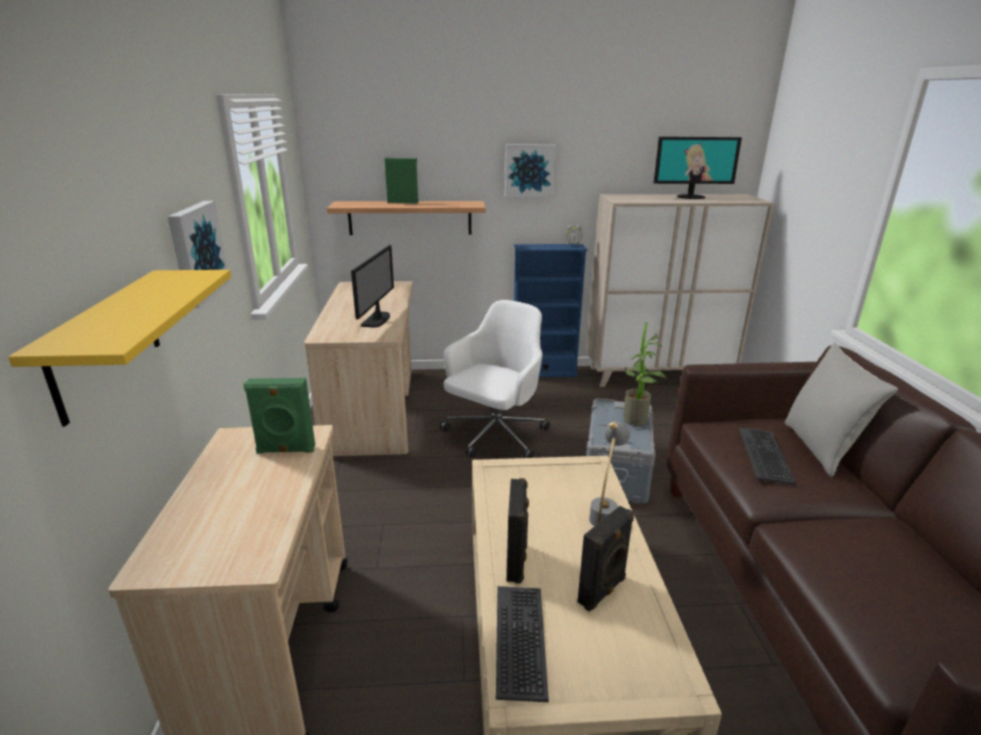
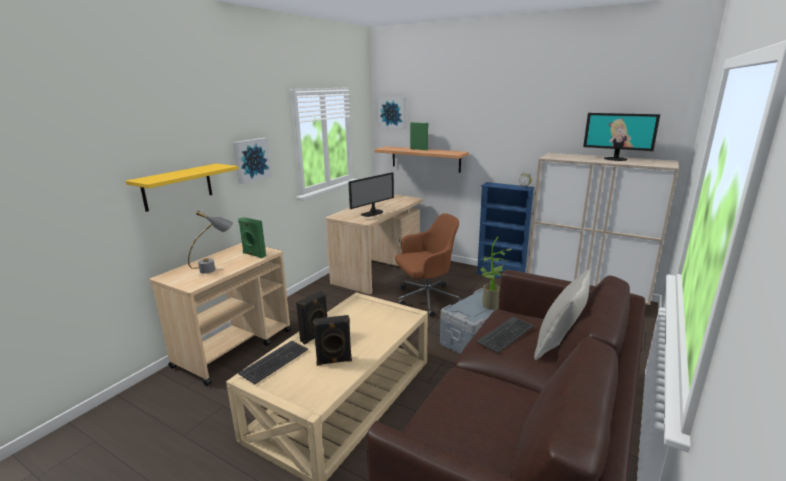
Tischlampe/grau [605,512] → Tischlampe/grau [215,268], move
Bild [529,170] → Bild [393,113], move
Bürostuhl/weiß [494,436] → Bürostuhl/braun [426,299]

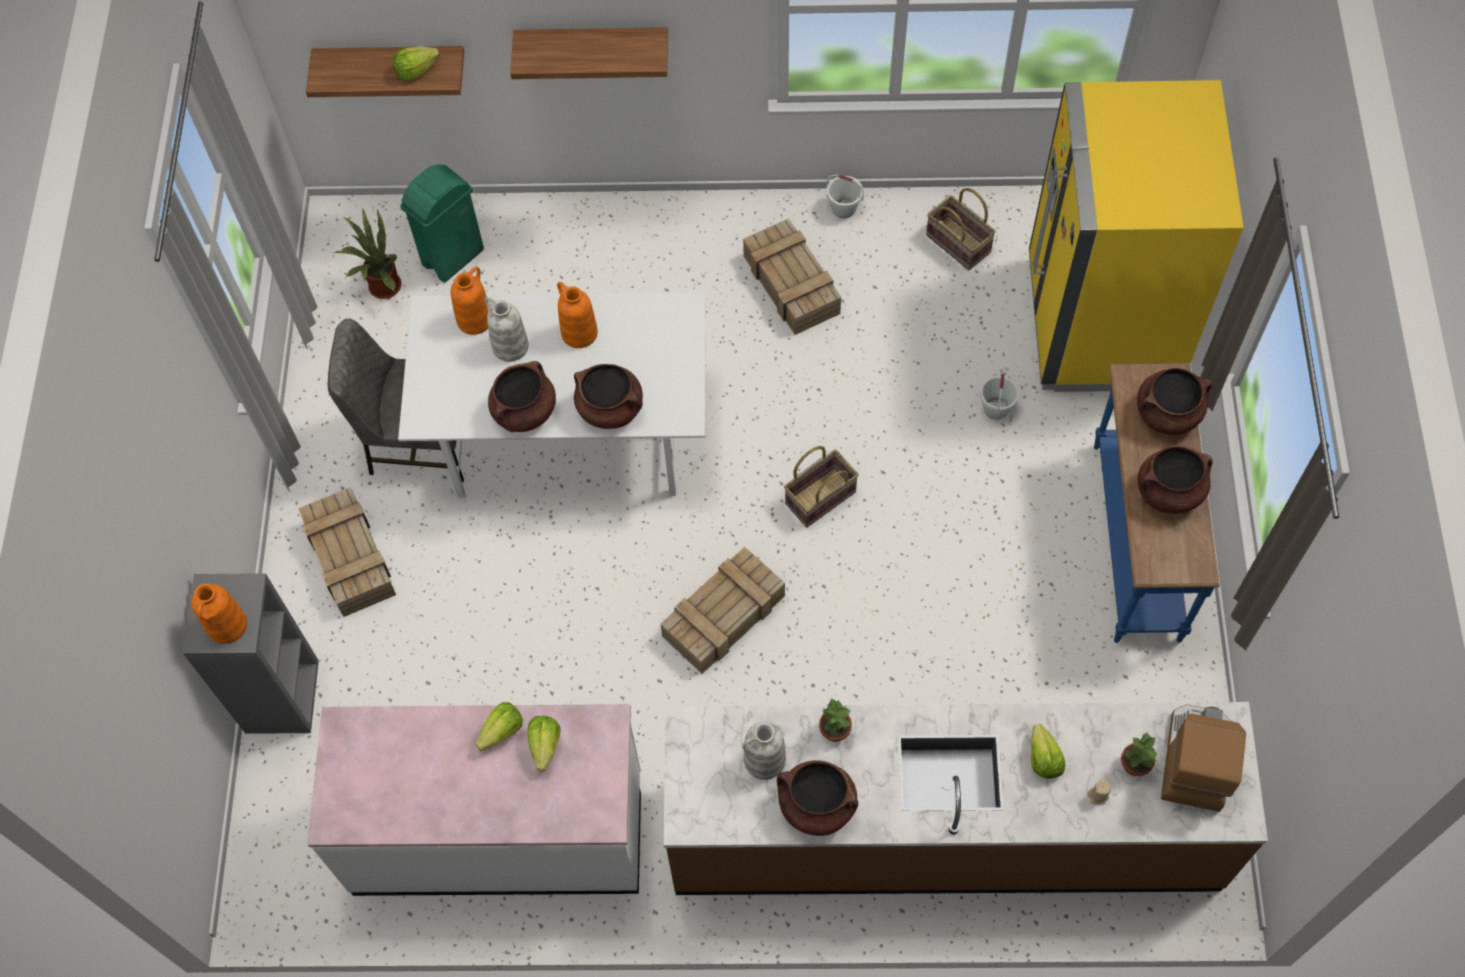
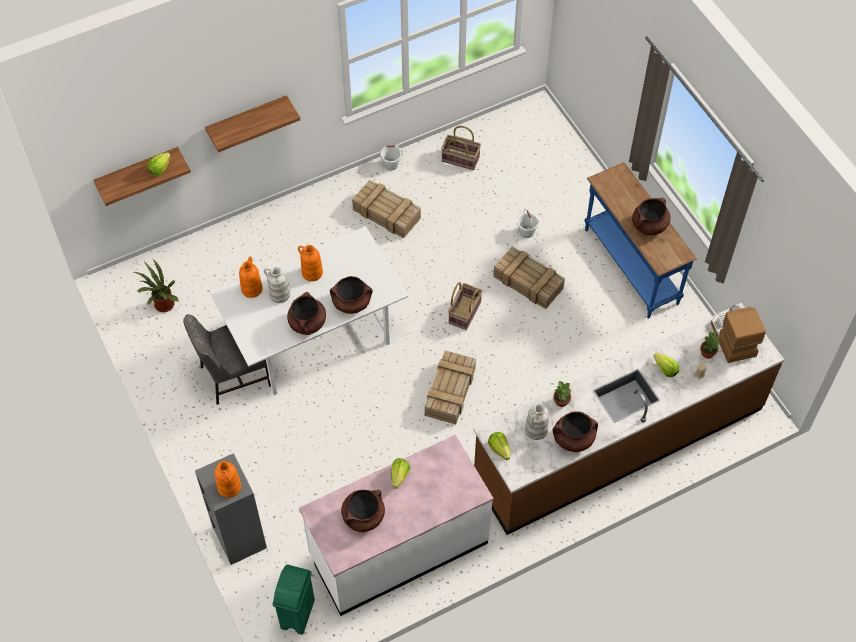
Mülleimer/grün [452,257] → Mülleimer/grün [297,614], move
Kochtopf/braun [1167,413] → Kochtopf/braun [363,516], move
Salatkopf [545,745] → Salatkopf [499,449], move
Kiste [351,559] → Kiste [529,282], move
Kühlschrank/gelb [1101,323] → -

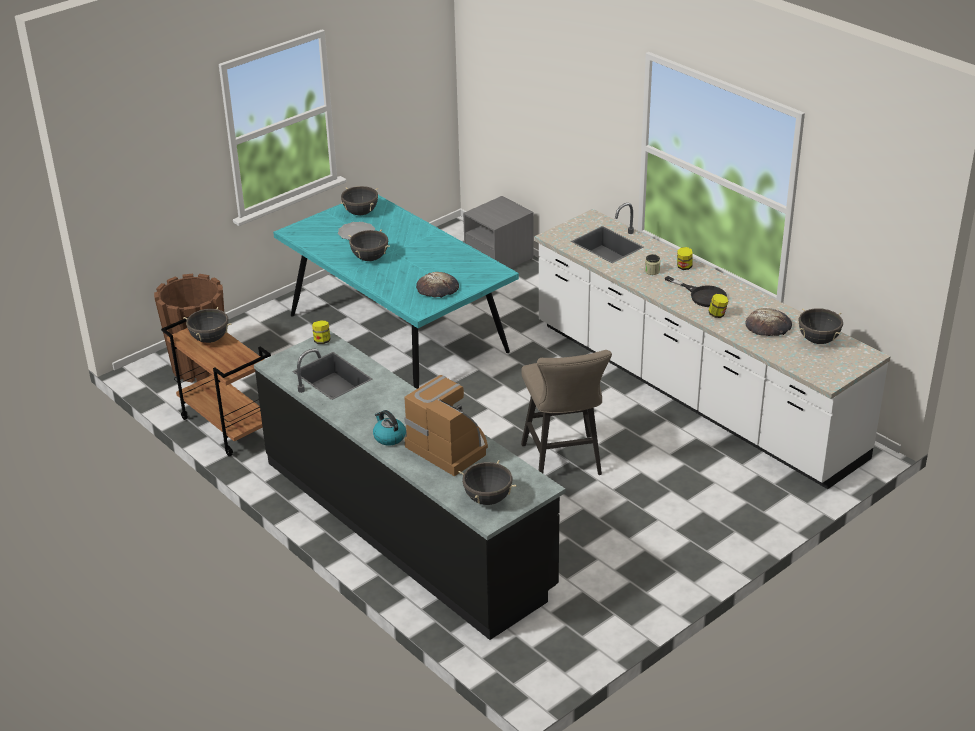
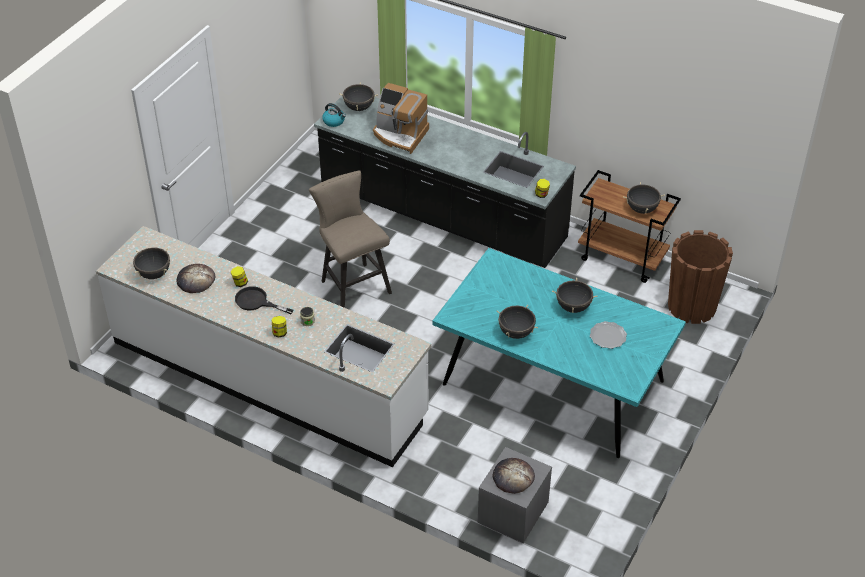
Wasserkessel [389,437] → Wasserkessel [334,121], move
Brot [438,288] → Brot [513,477], move
Kochtopf/schwarz [360,213] → Kochtopf/schwarz [516,332], move

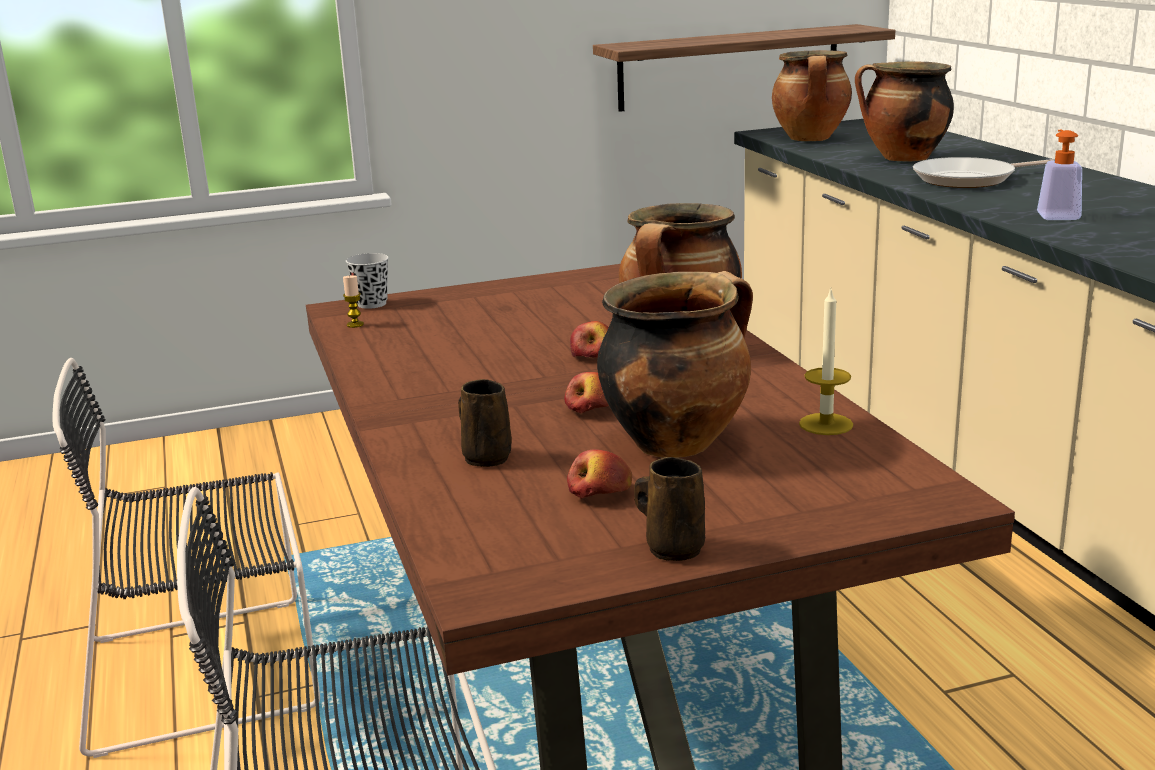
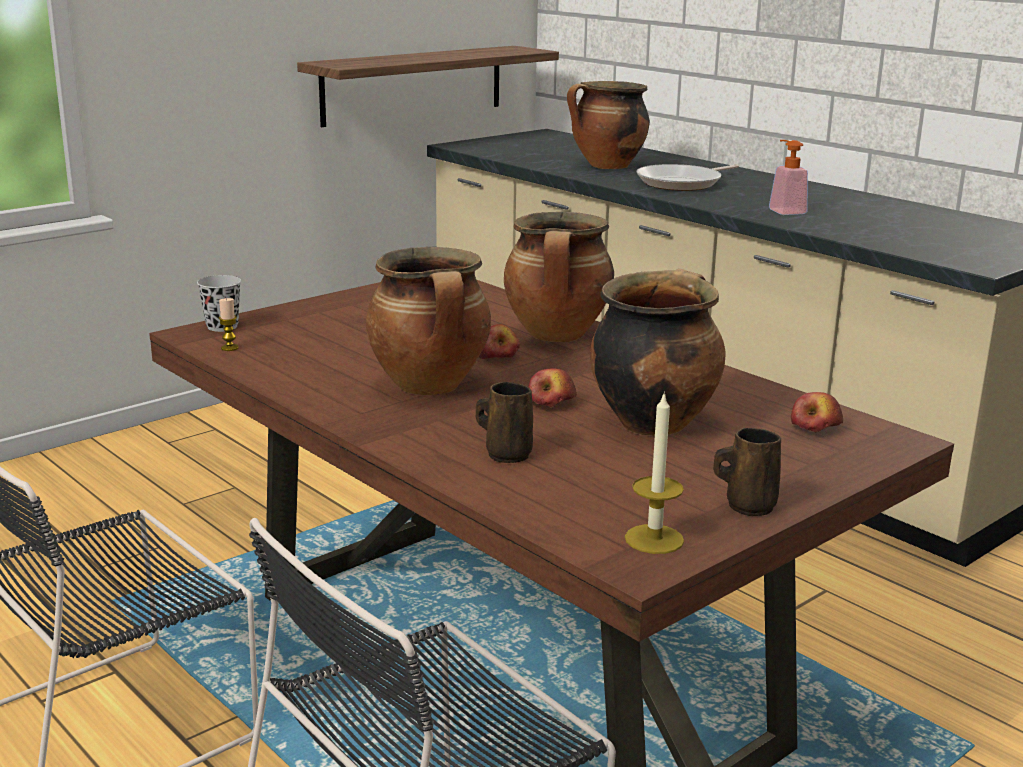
Kochtopf [811,139] → Kochtopf [431,387], move
Kerze [826,424] → Kerze [654,539], move
Apfel [600,493] → Apfel [816,428], move

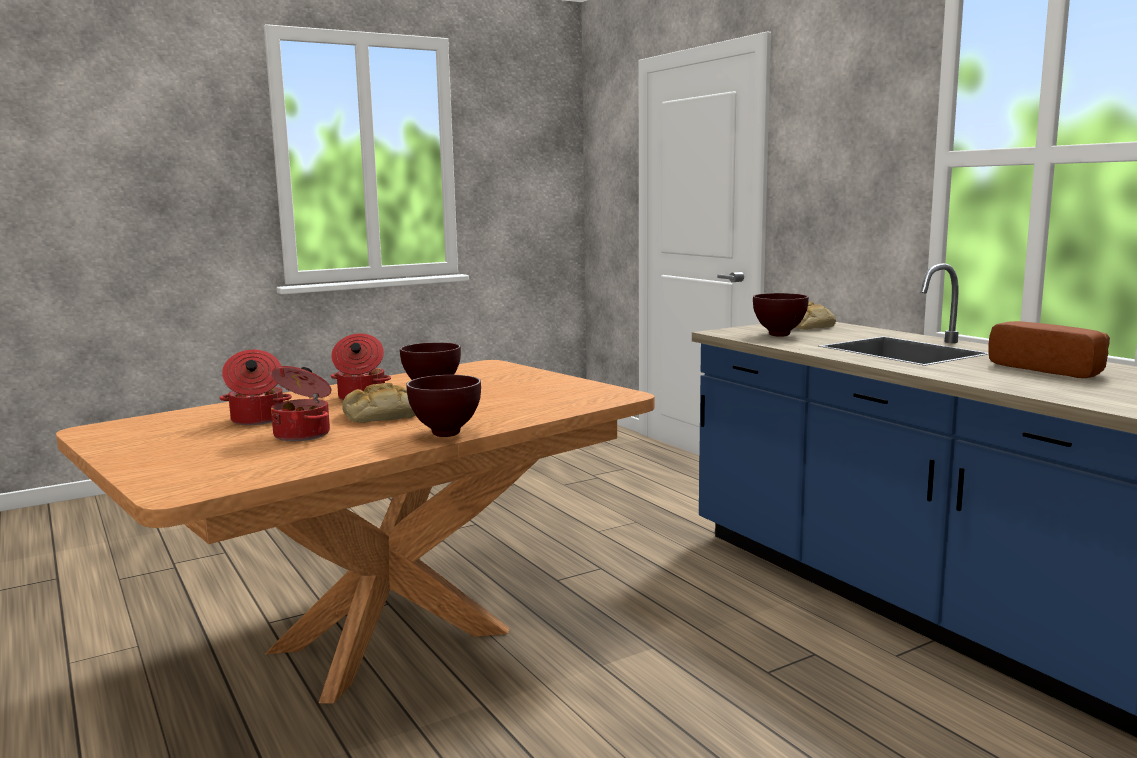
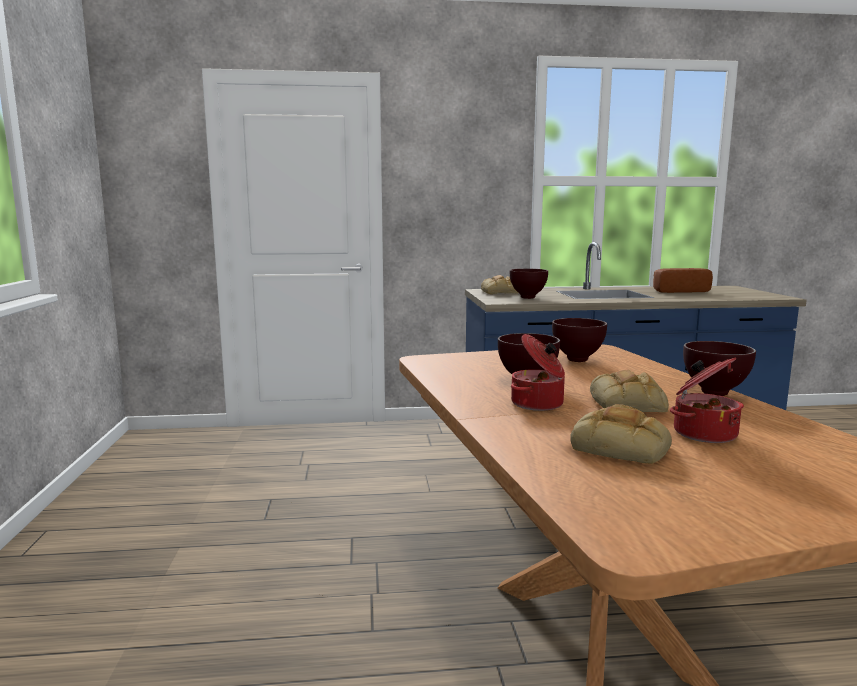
- → Schüssel/braun [577,360]
Kochtopf [257,420] → Brot [622,447]

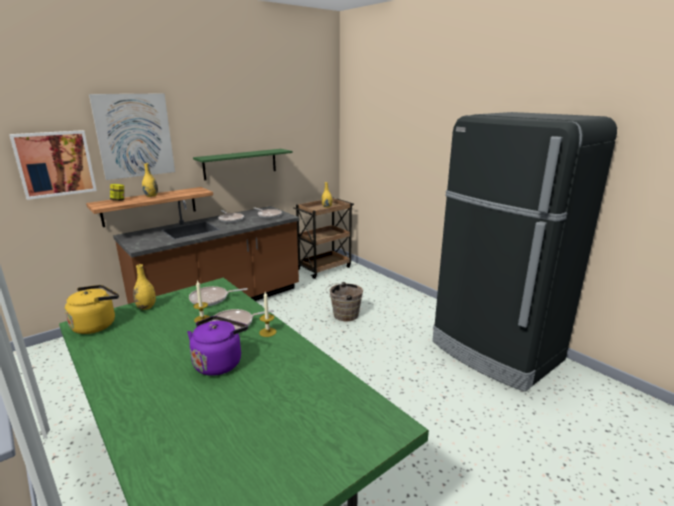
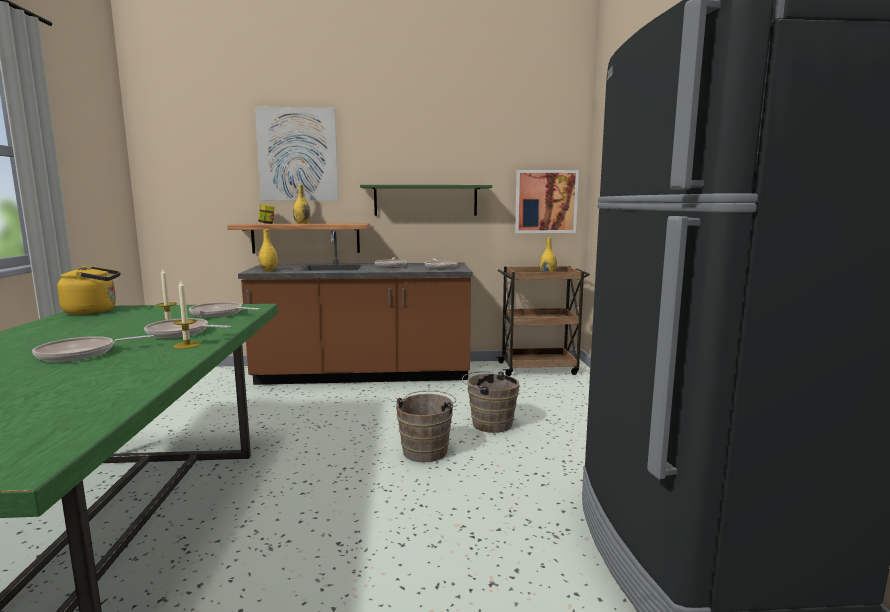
Wasserkessel/lila [219,362] → Pfanne [81,354]
Vase/gelb [146,307] → Vase/gelb [268,270], move
- → Eimer/braun [426,450]
Bild [55,164] → Bild [545,201], move

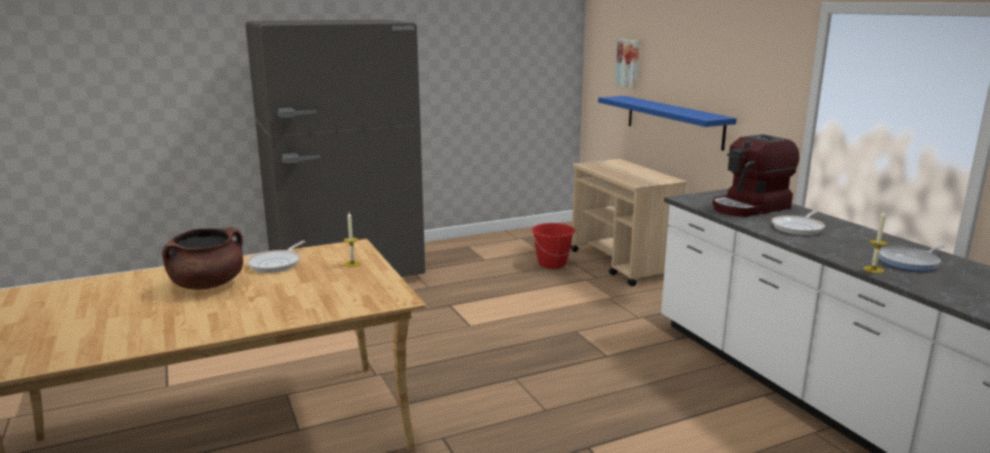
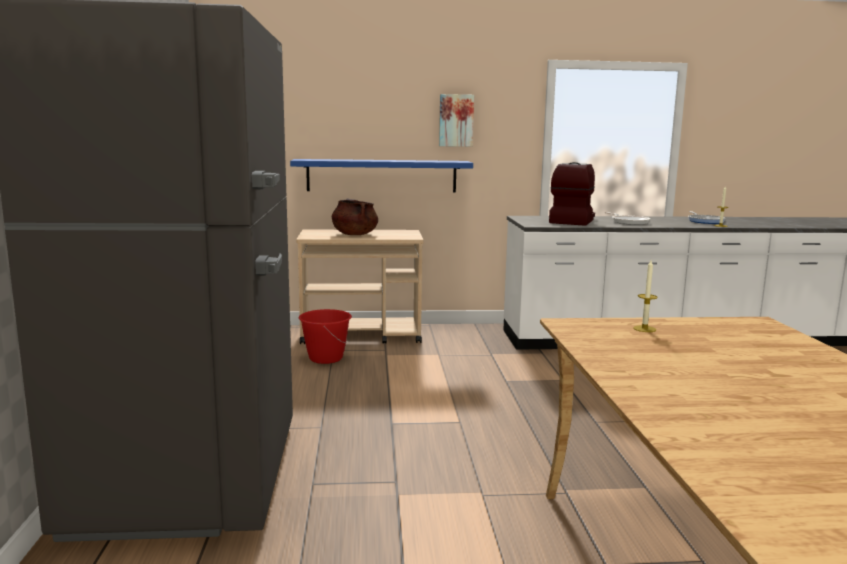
Kochtopf/braun [208,285] → Kochtopf/braun [354,234], move
Bild [628,63] → Bild [456,120], move
Kaffeemaschine [750,207] → Kaffeemaschine [571,221], 150 degrees counterclockwise
Pfanne [277,263] → -

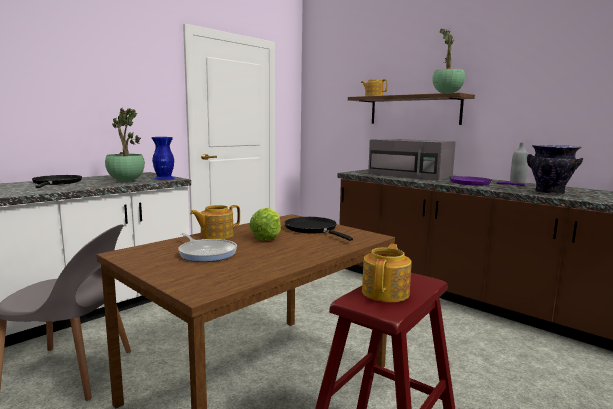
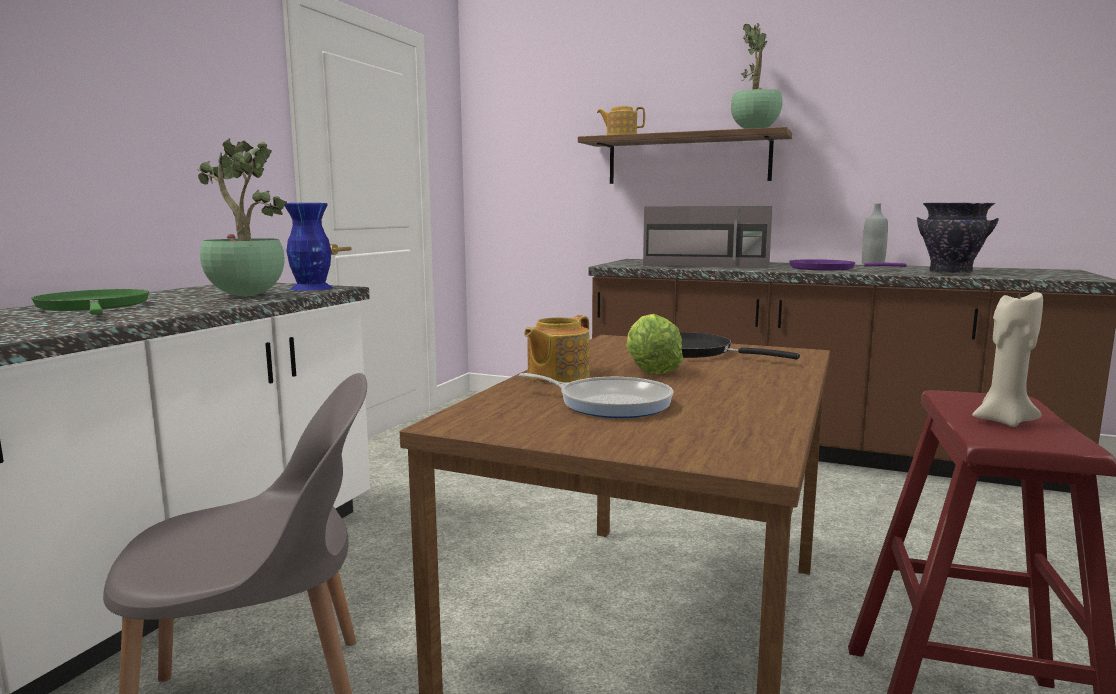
Pfanne/schwarz [56,183] → Pfanne/grün [94,307]
Teekanne [386,292] → Kerze/beige [1003,421]

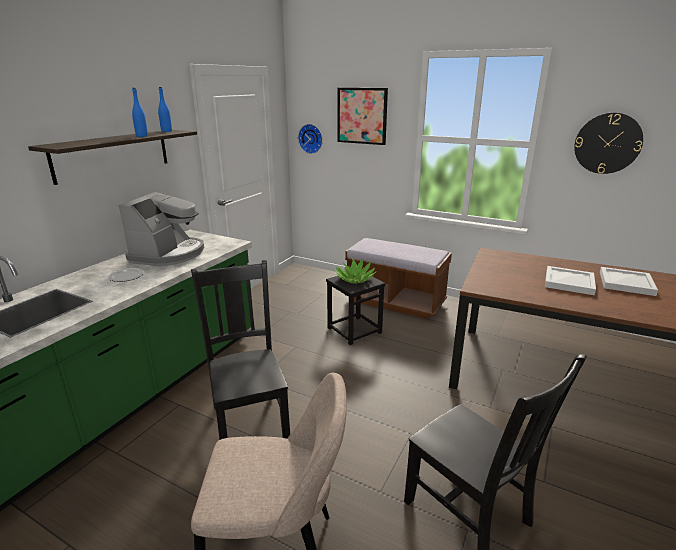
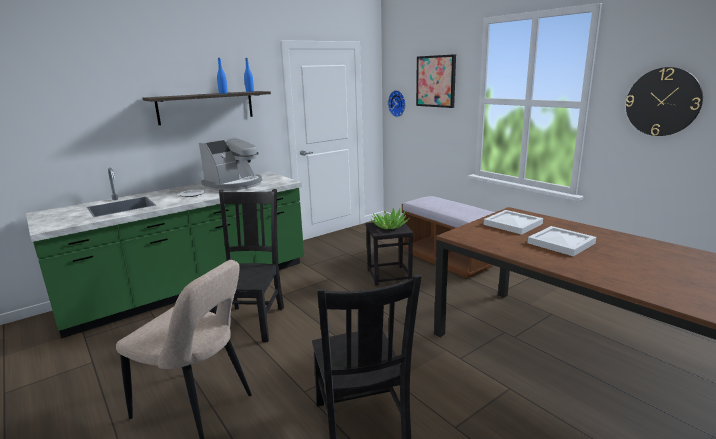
Tablett/weiß [627,283] → Tablett/weiß [513,224], move

